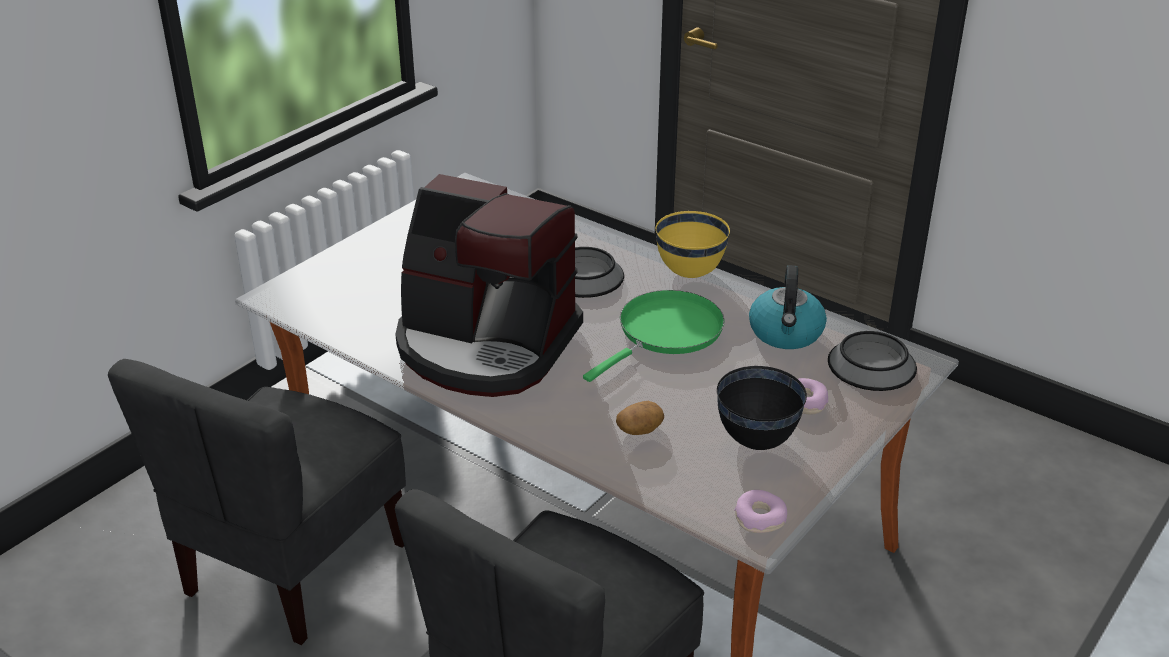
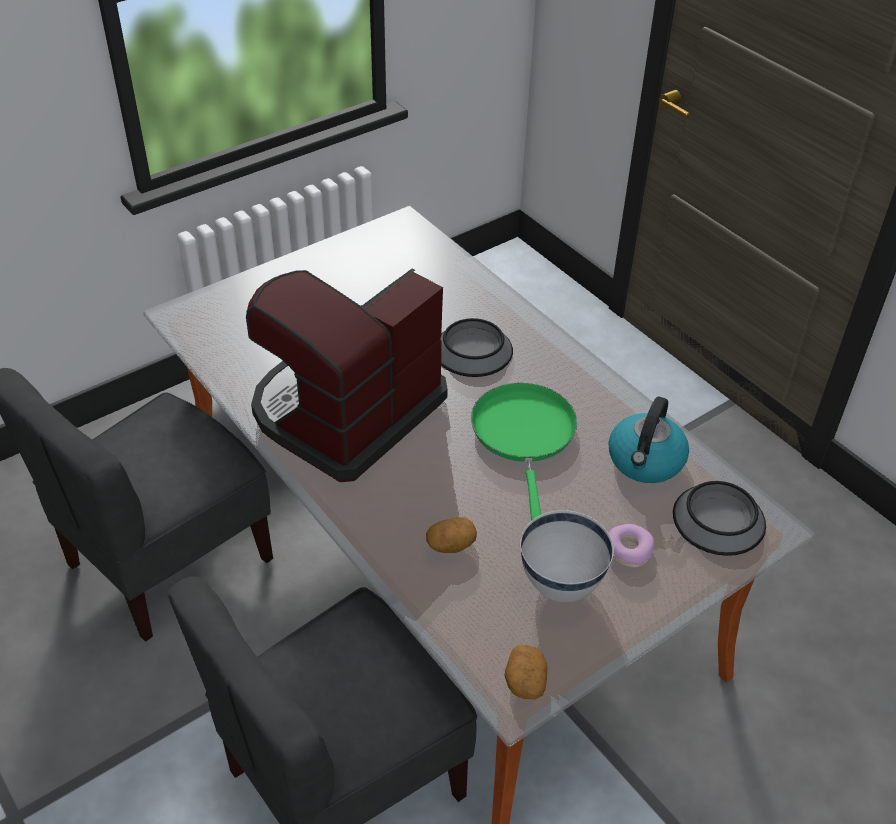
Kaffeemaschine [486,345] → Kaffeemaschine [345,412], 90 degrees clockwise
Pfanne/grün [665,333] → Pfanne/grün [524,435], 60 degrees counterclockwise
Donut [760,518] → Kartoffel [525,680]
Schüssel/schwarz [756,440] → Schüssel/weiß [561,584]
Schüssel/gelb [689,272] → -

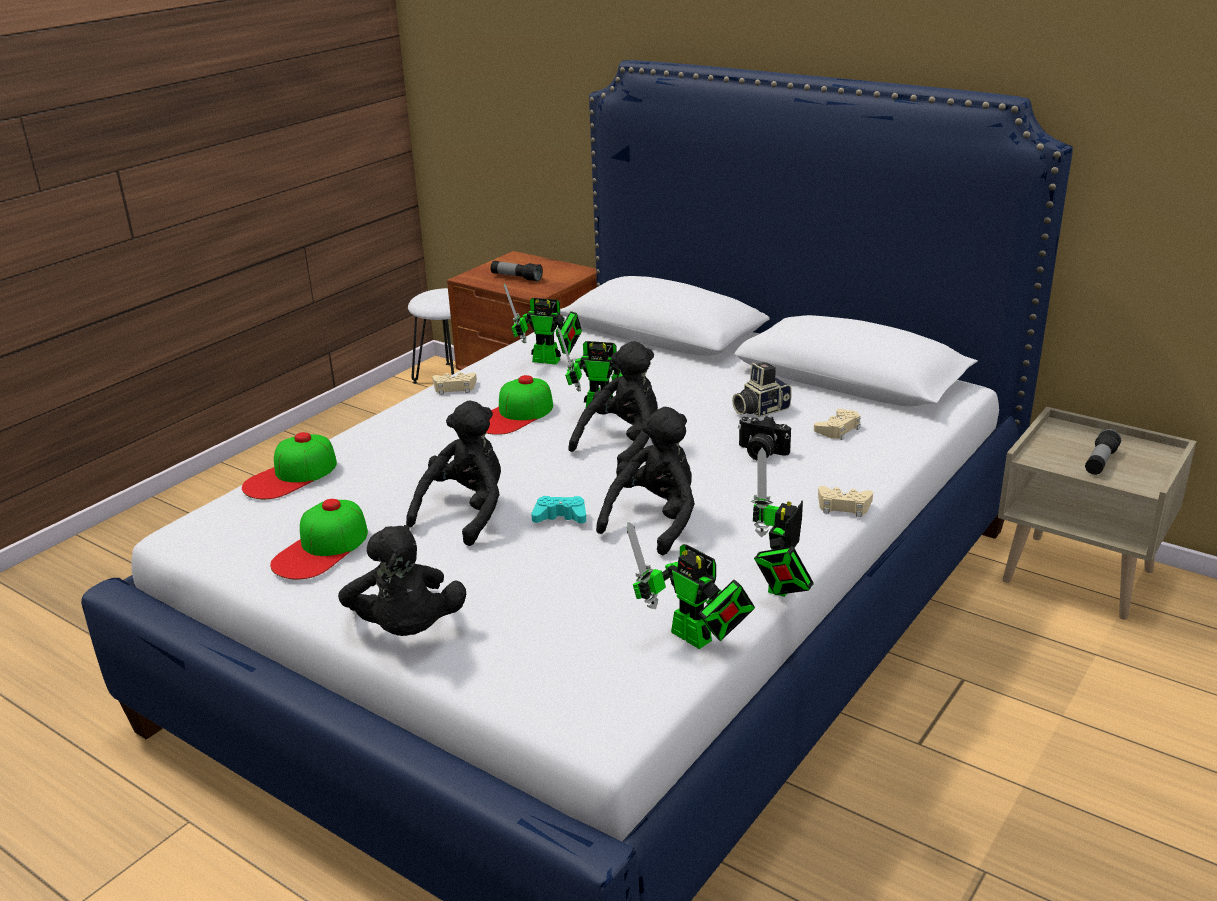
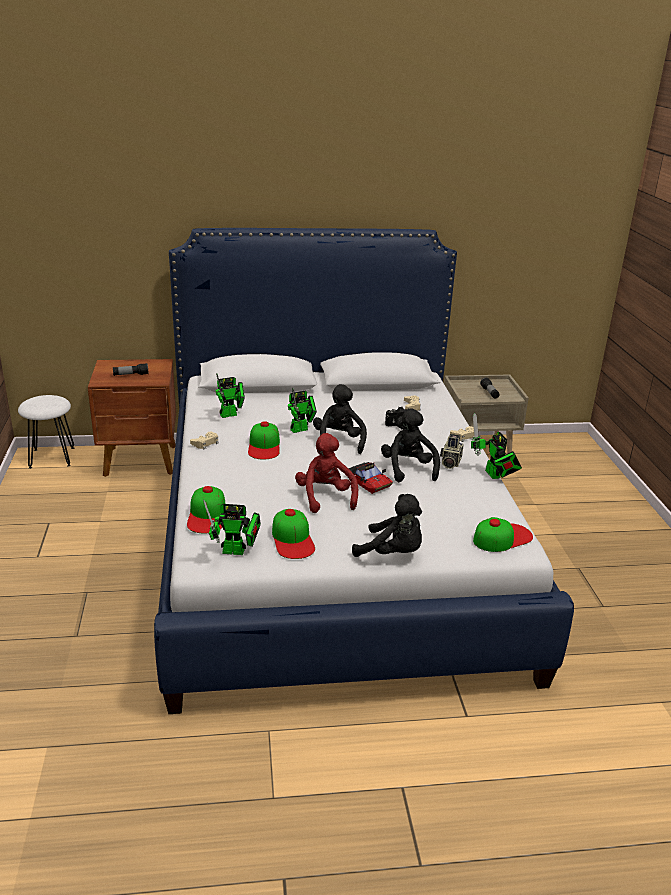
Spielzeugroboter [696,639] → Spielzeugroboter [237,551], move
Plüschtier/schwarz [466,513] → Plüschtier/rot [325,497]
Gamepad/türkis [560,517] → Spielzeugauto [369,482]
Kamera [759,409] → Kamera [450,462], move
- → Kappe [502,537]

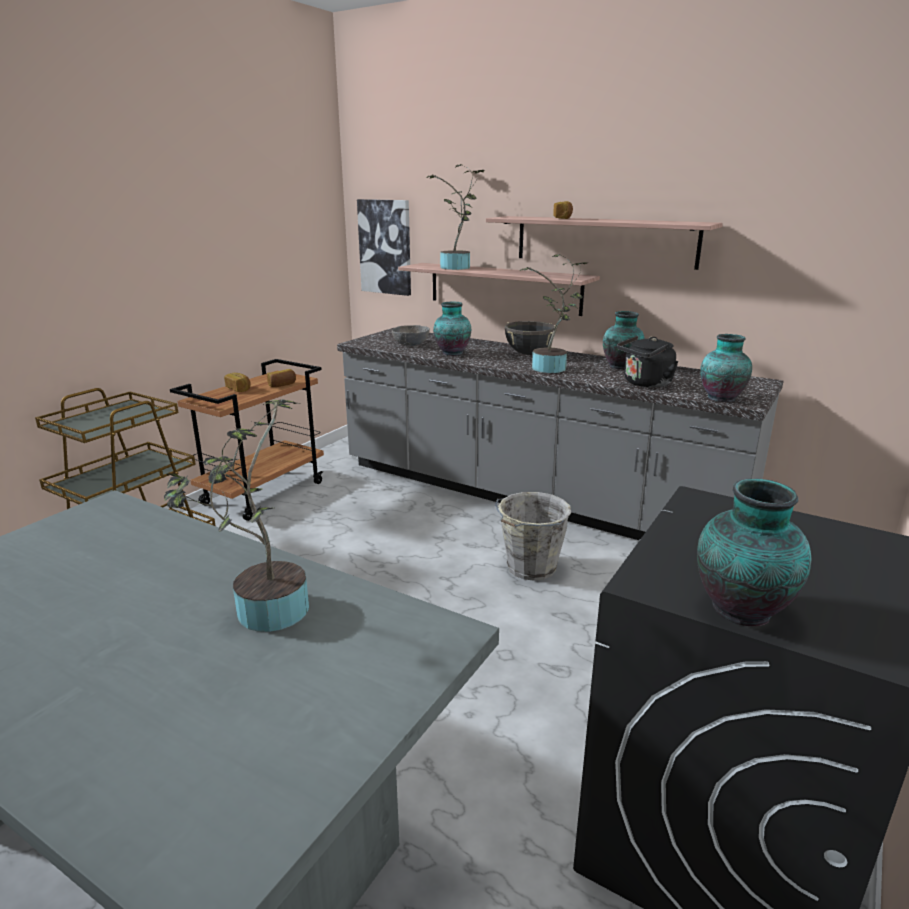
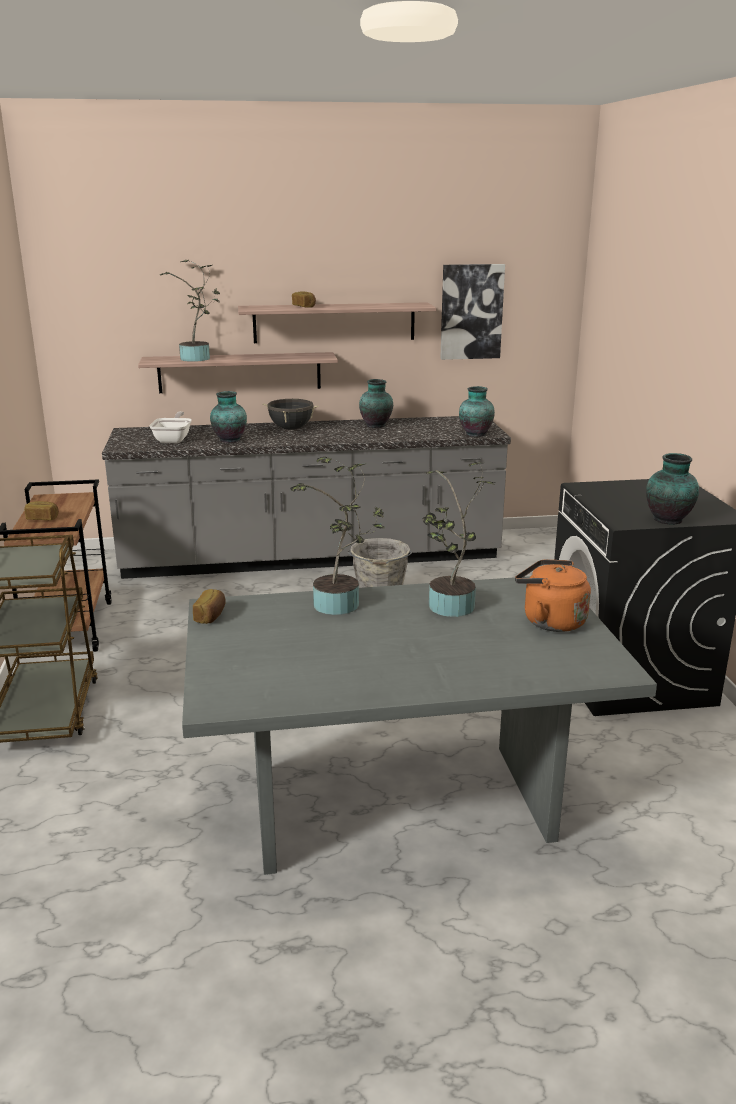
Schüssel/grau [411,344] → Pfanne [174,439]
Brot [282,385] → Brot [211,616], move
Topfpflanze [551,369] → Topfpflanze [341,605], move
Bild [385,247] → Bild [471,312], move
- → Wasserkessel/orange [550,621]
Wasserkessel/schwarz [645,384] → -

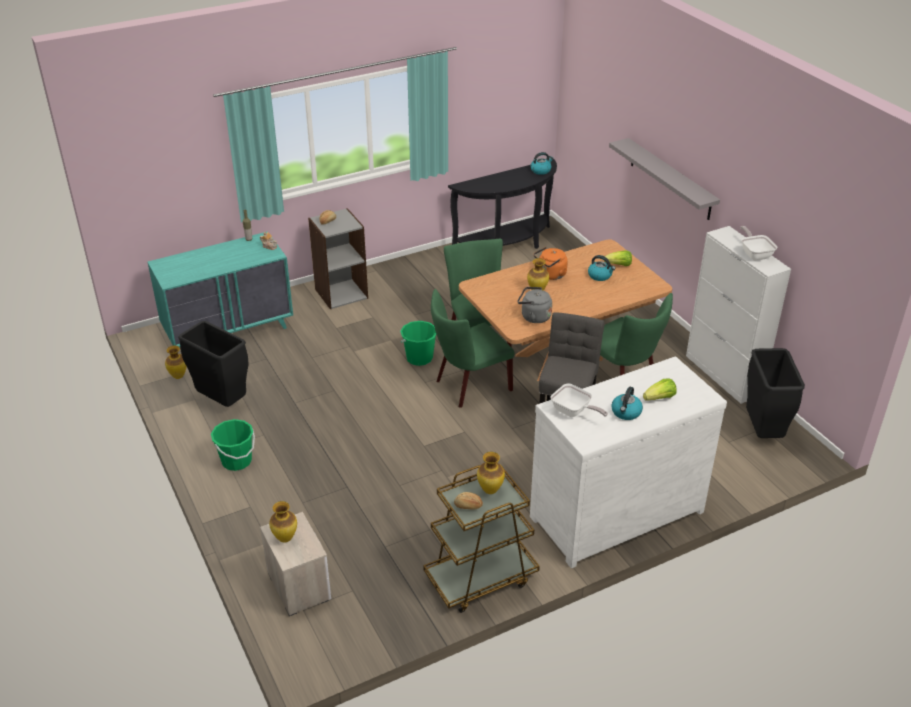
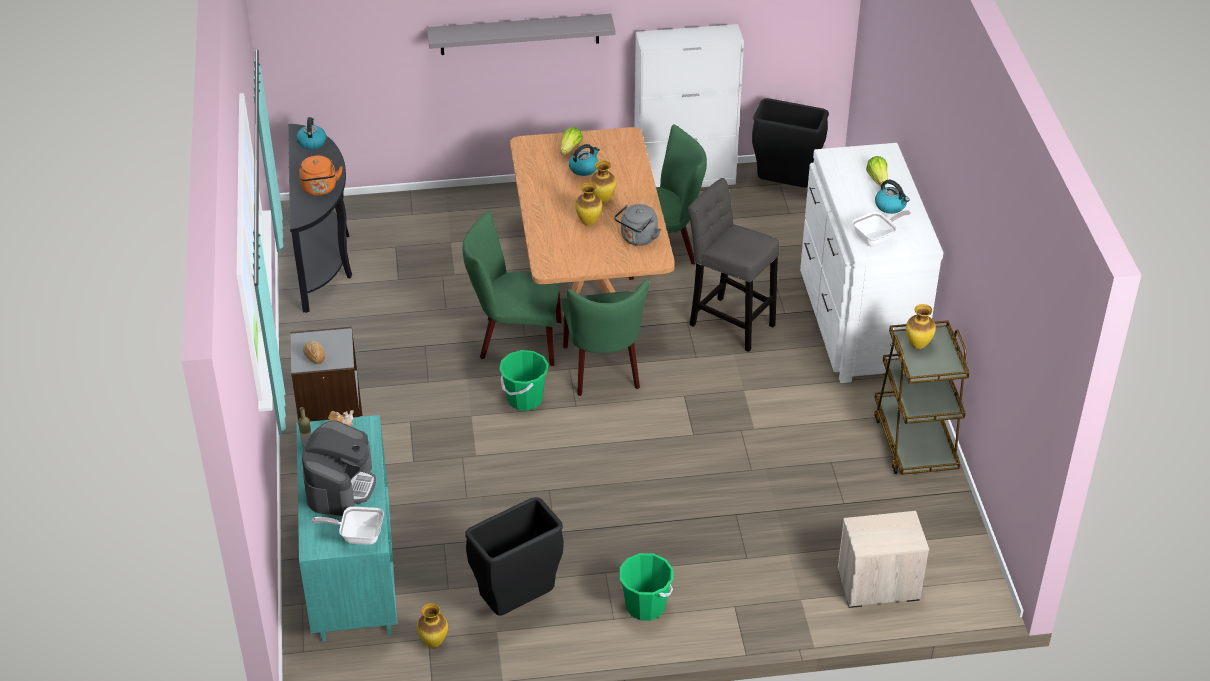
Wasserkessel/orange [550,275] → Wasserkessel/orange [320,189], move
- → Kaffeemaschine [340,486]
Pfanne [755,254] → Pfanne [358,535], move
Vase [285,539] → Vase [603,200], move
Brot [468,506] → -

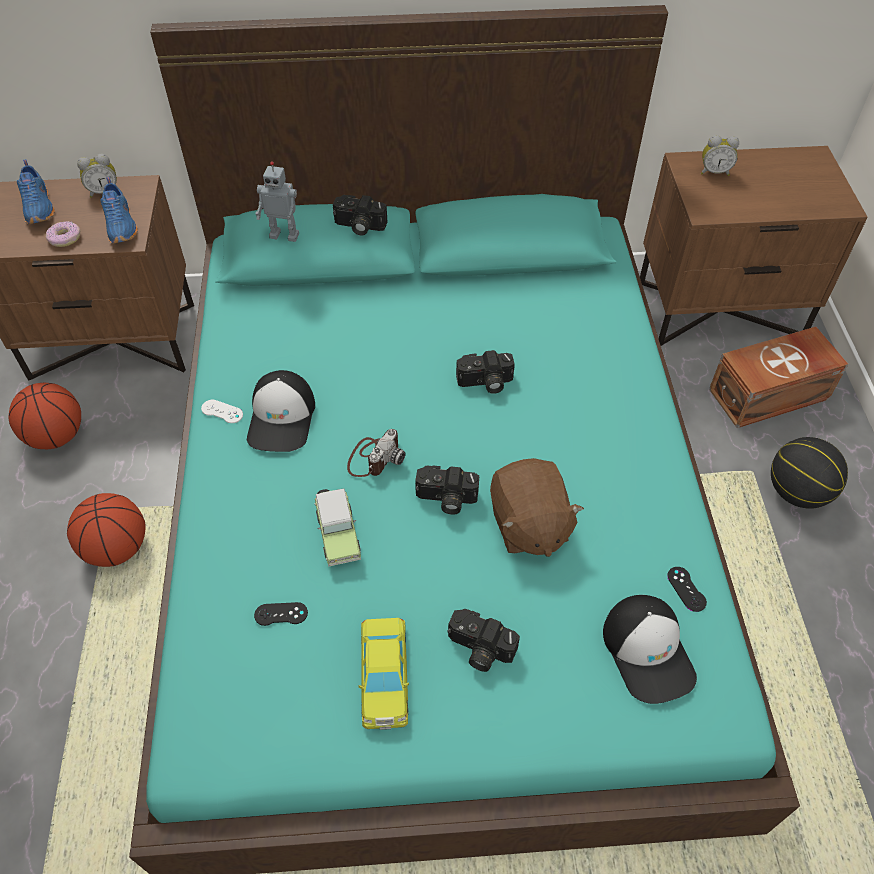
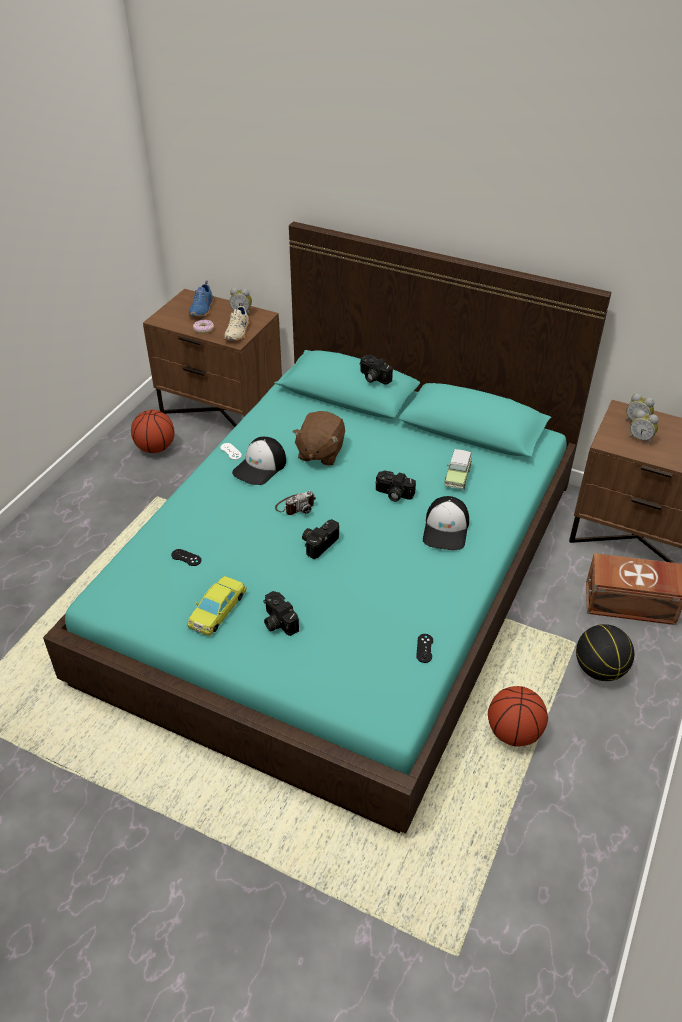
Schuh/blau [122,225] → Schuh/beige [238,332]
Plüschtier/braun [528,524] → Plüschtier/braun [320,452], move
Kamera [446,499] → Kamera [319,543], 90 degrees clockwise
Kappe [648,651] → Kappe [446,530], move
Spielzeugauto [338,533] → Spielzeugauto [457,476], move
Basketball [117,548] → Basketball [513,733], move
- → Wecker [641,438]
Spielzeugroboter [285,235] → -

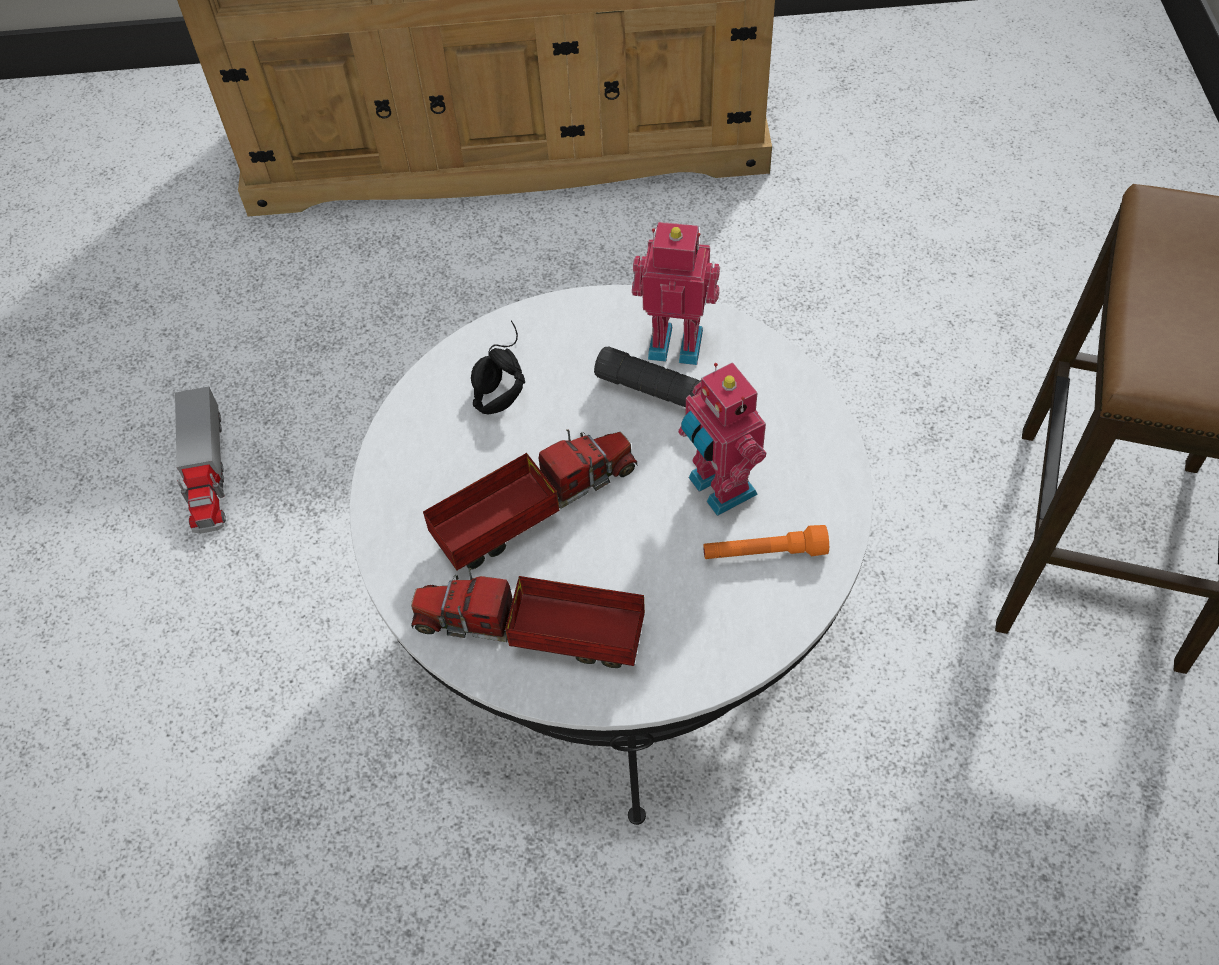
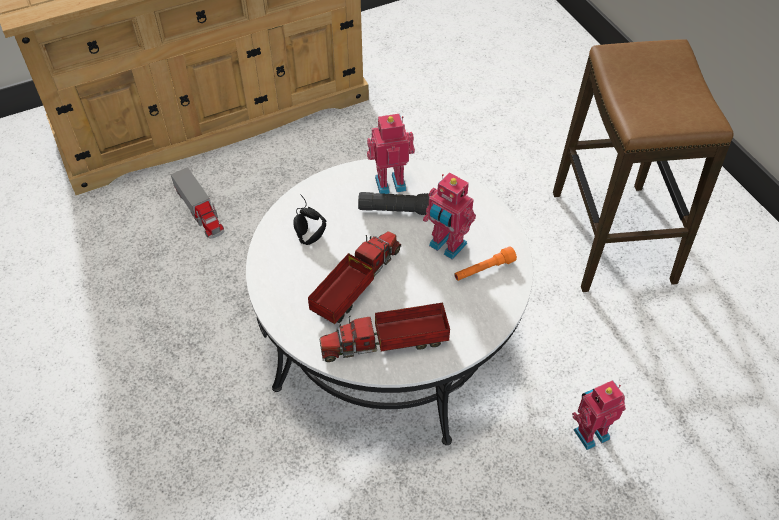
Spielzeuglaster [207,472] → Spielzeuglaster [200,211], move
- → Spielzeugroboter [590,432]

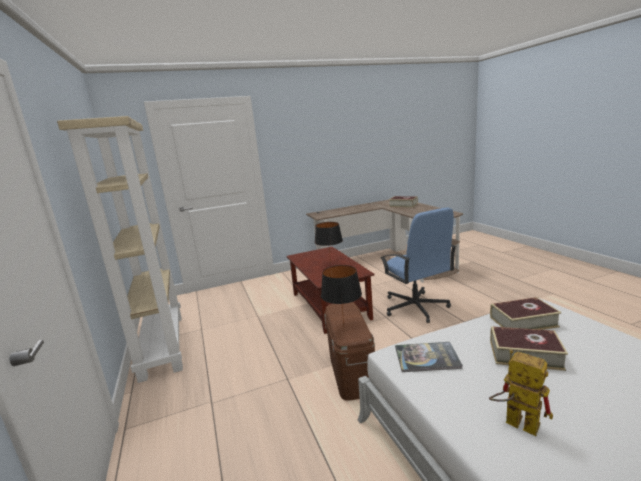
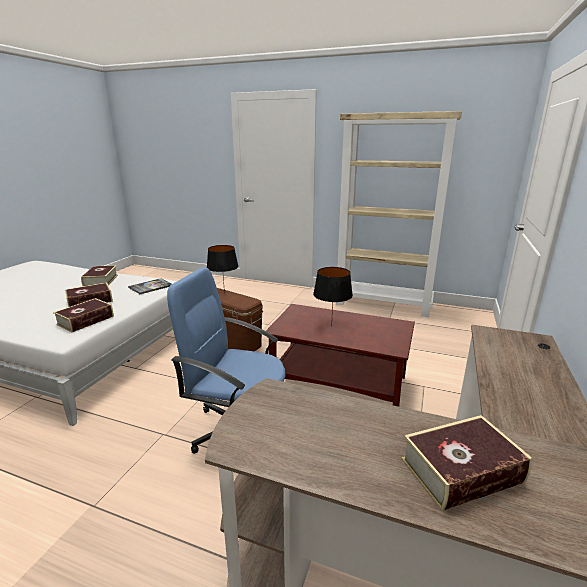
Spielzeugroboter [514,422] → Buch [101,281]

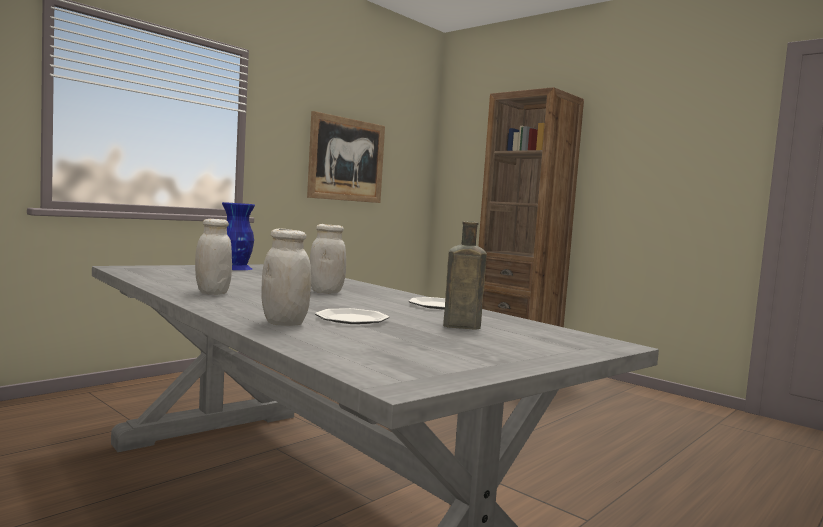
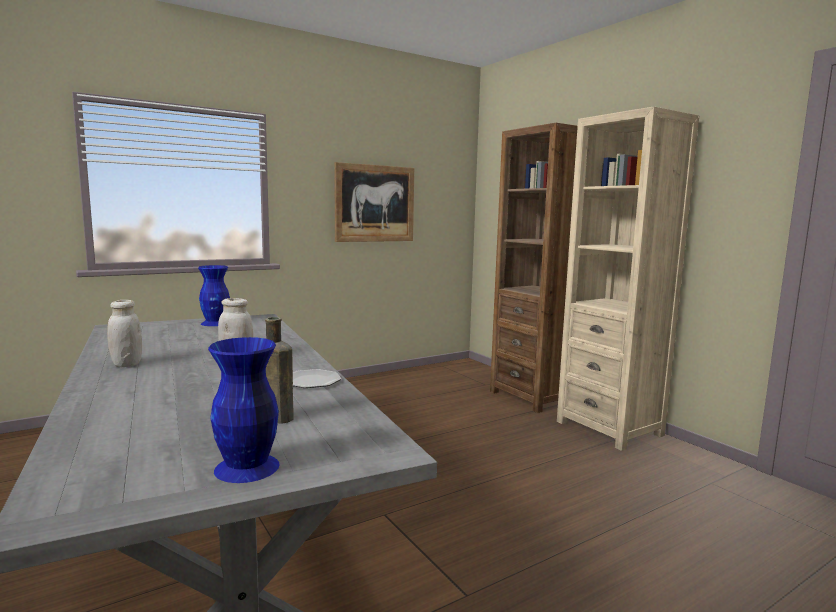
- → Vase/blau [246,467]
- → Bücherregal/beige [609,428]
Vorratsglas/weiß [284,323] → -
Teller [351,319] → -

